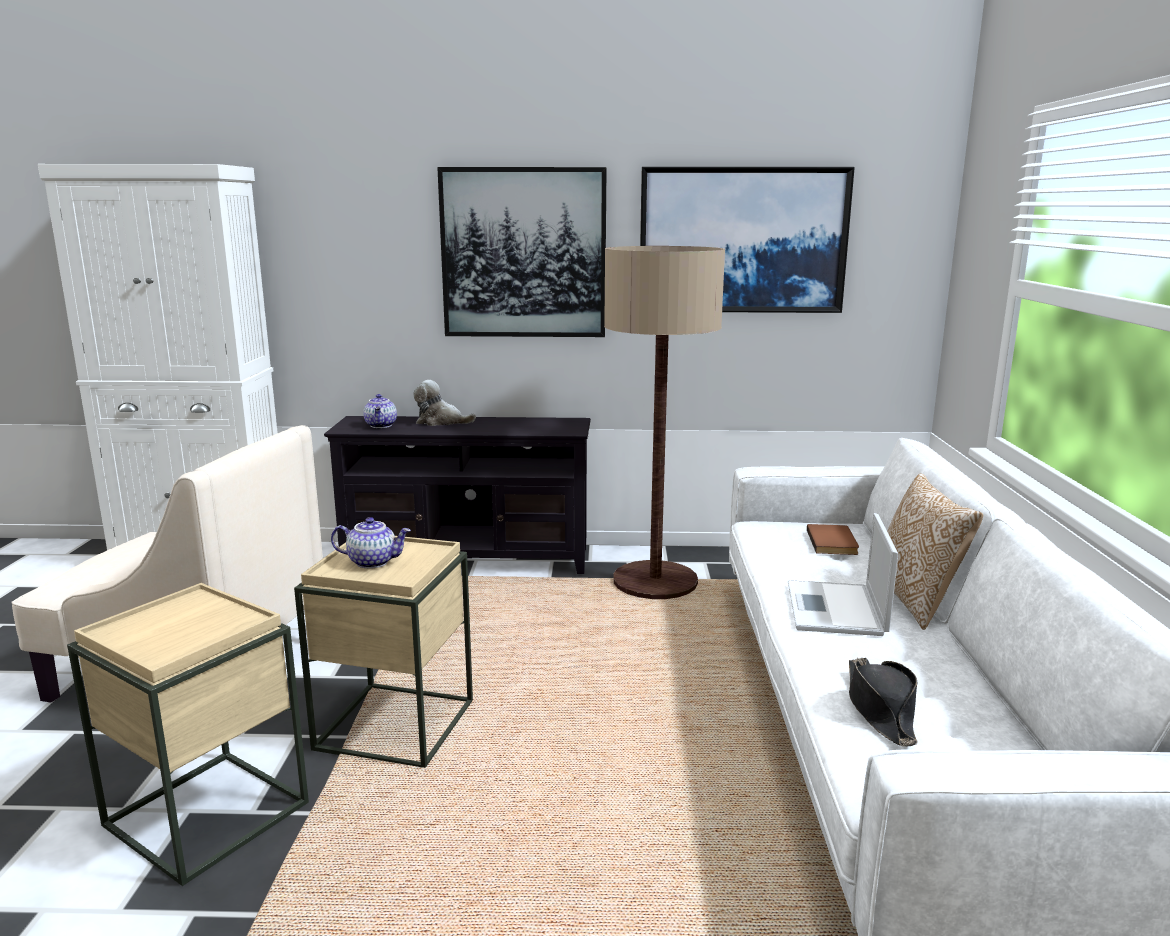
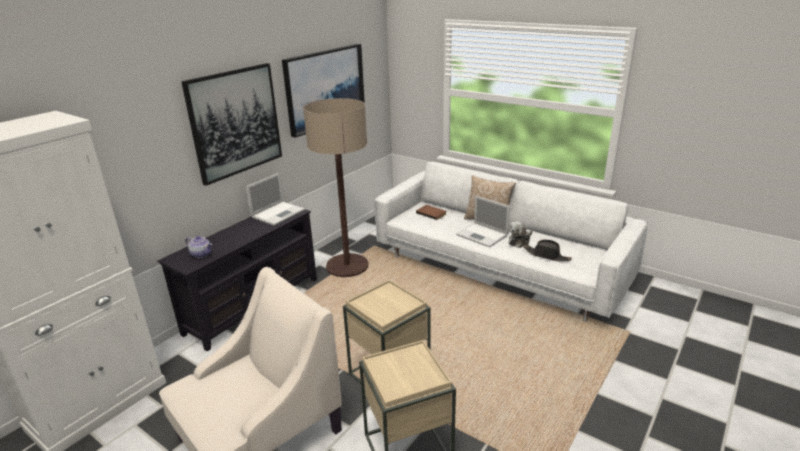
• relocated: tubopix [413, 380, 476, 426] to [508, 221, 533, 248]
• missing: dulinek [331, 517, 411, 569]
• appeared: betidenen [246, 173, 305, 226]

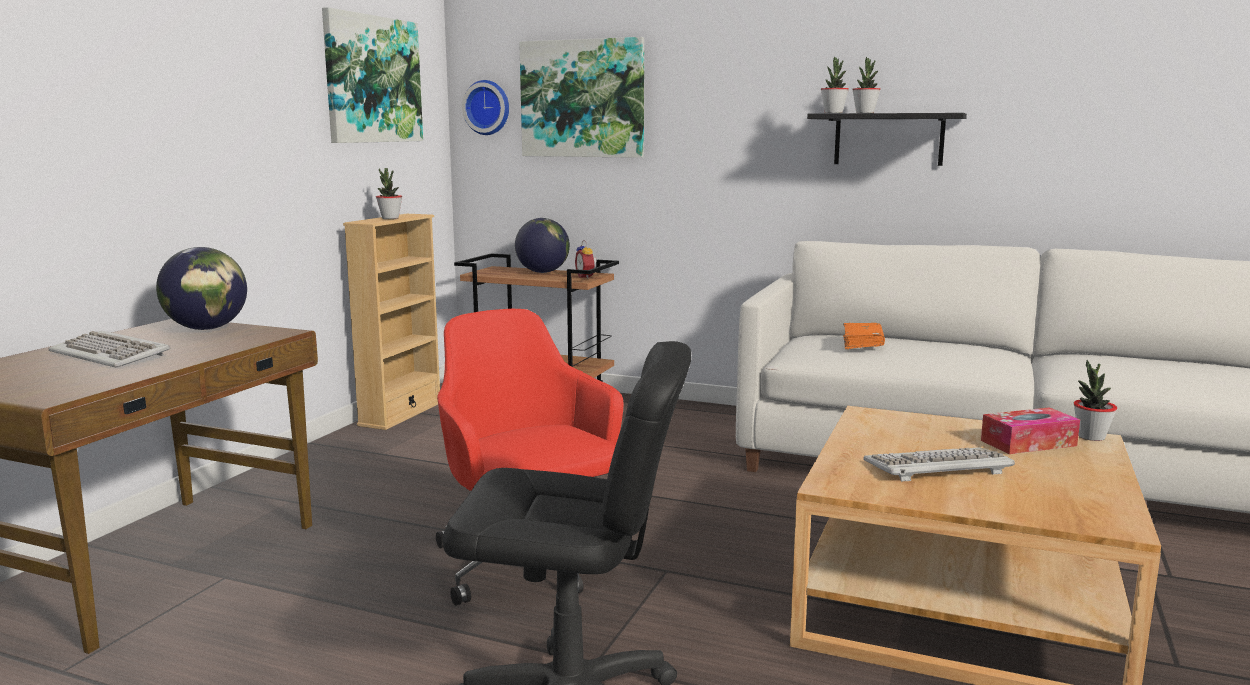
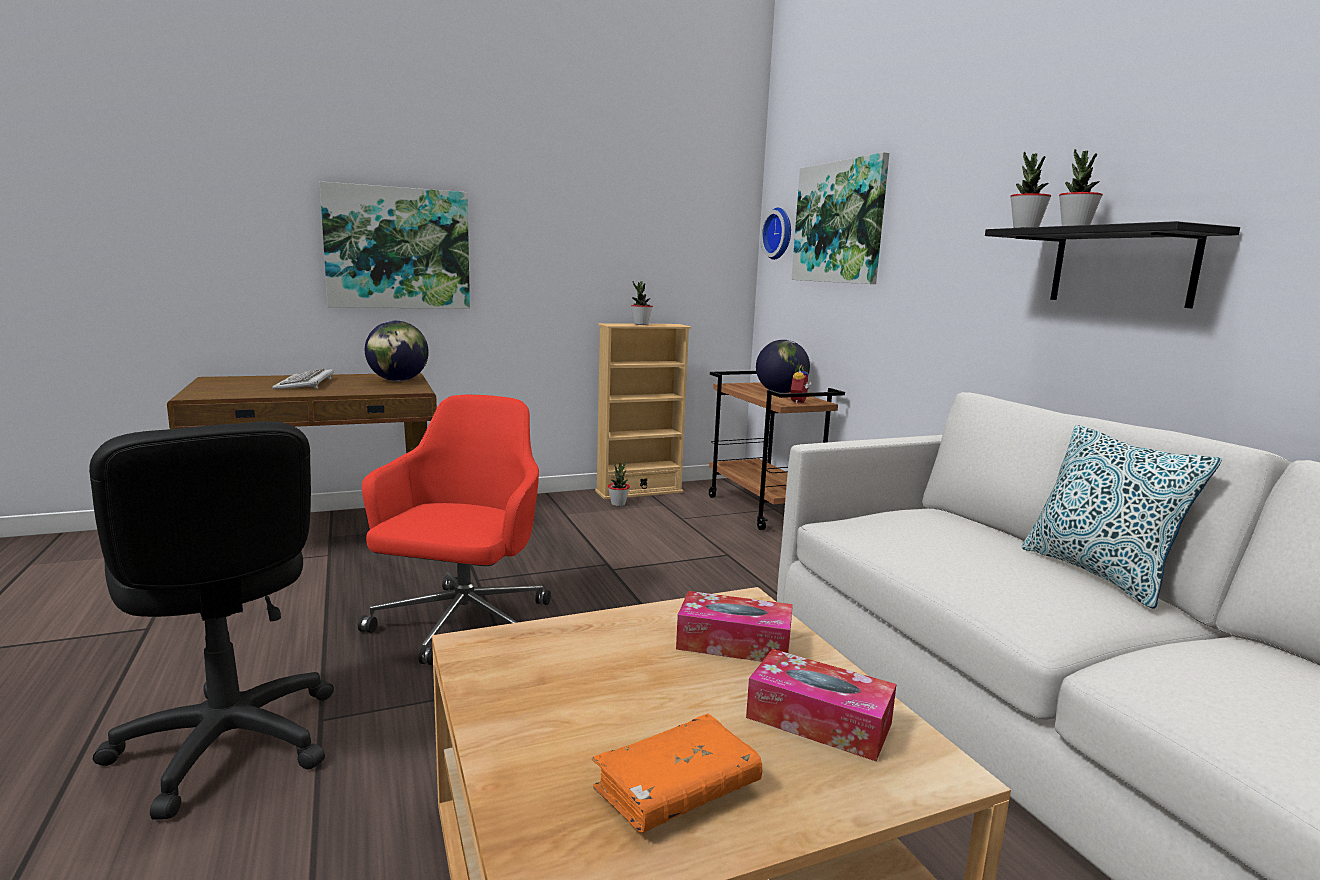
• relocated: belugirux [322, 7, 423, 143] to [320, 181, 470, 309]
• relocated: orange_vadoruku [843, 323, 885, 349] to [592, 713, 762, 833]
• relocated: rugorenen [1074, 360, 1117, 441] to [608, 461, 630, 506]
• missing: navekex [863, 447, 1015, 482]
• appeared: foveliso [1022, 425, 1222, 609]
• appeared: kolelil [676, 591, 793, 662]

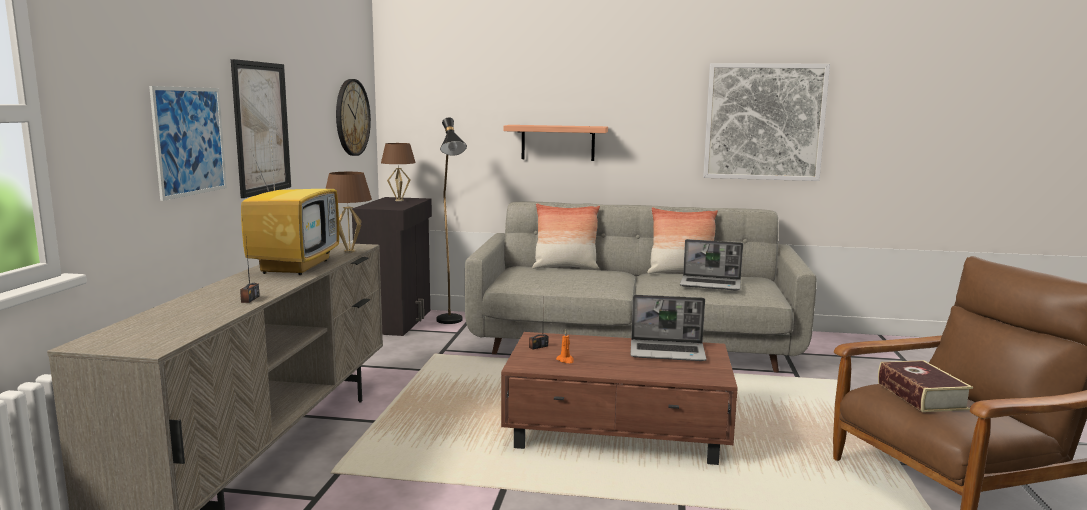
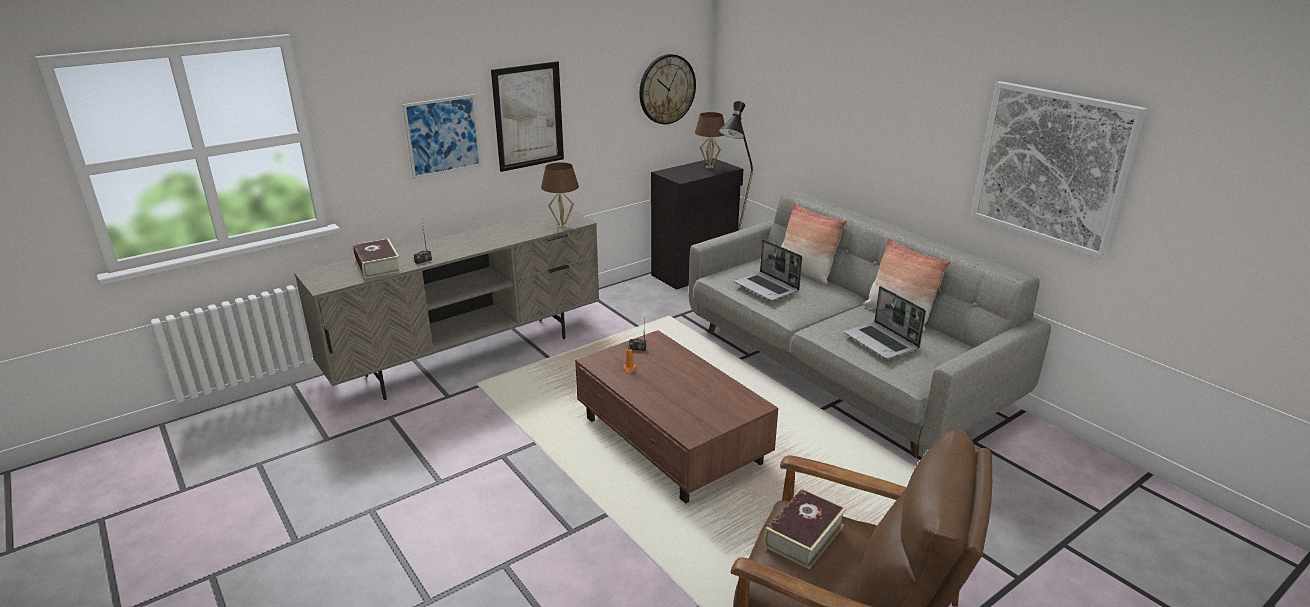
• missing: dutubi [503, 125, 608, 161]
• missing: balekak [241, 141, 339, 275]
• relocated: betidenen [630, 295, 707, 361] to [734, 239, 802, 301]
• appeared: vadoruku [353, 238, 402, 279]

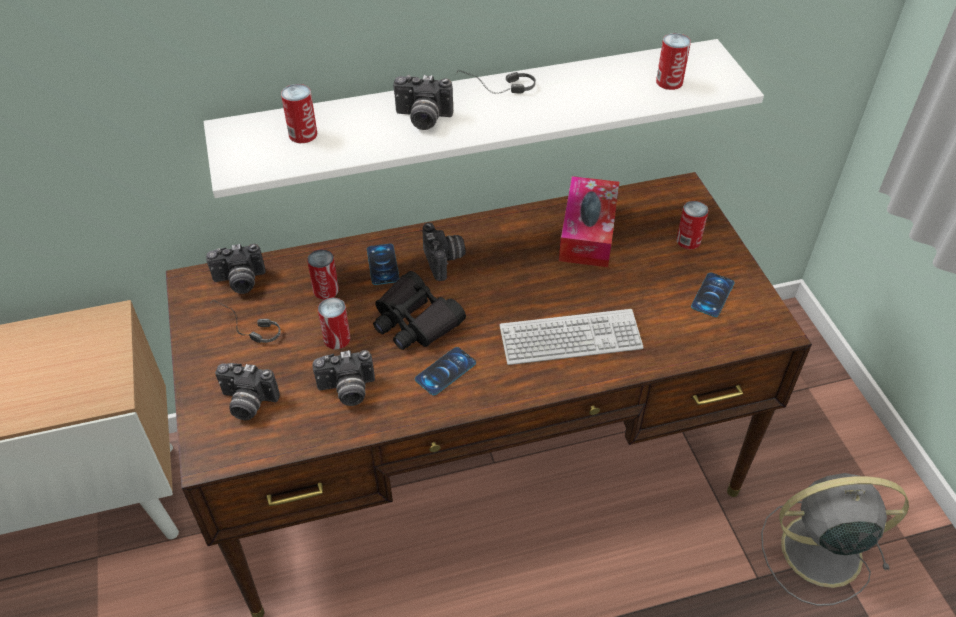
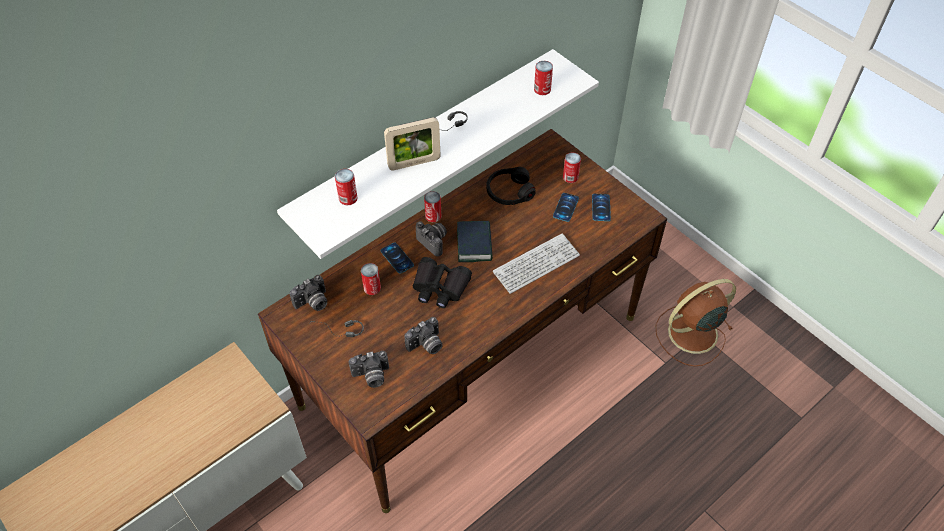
• exchanged: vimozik [393, 75, 453, 130] to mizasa [384, 117, 441, 170]
• exchanged: kolelil [559, 176, 619, 267] to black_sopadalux [486, 167, 536, 205]
• relocated: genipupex [318, 298, 350, 349] to [424, 191, 441, 222]
• relocated: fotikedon [415, 347, 476, 395] to [553, 193, 579, 222]
• colour: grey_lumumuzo [761, 473, 909, 606] to brown_lumumuzo [655, 279, 736, 366]
• appeared: vadoruku [457, 221, 493, 262]

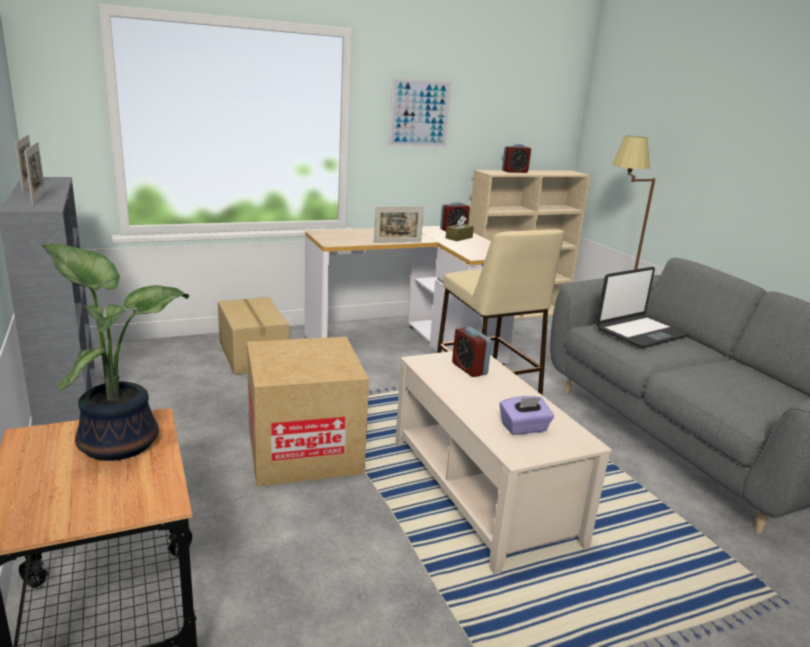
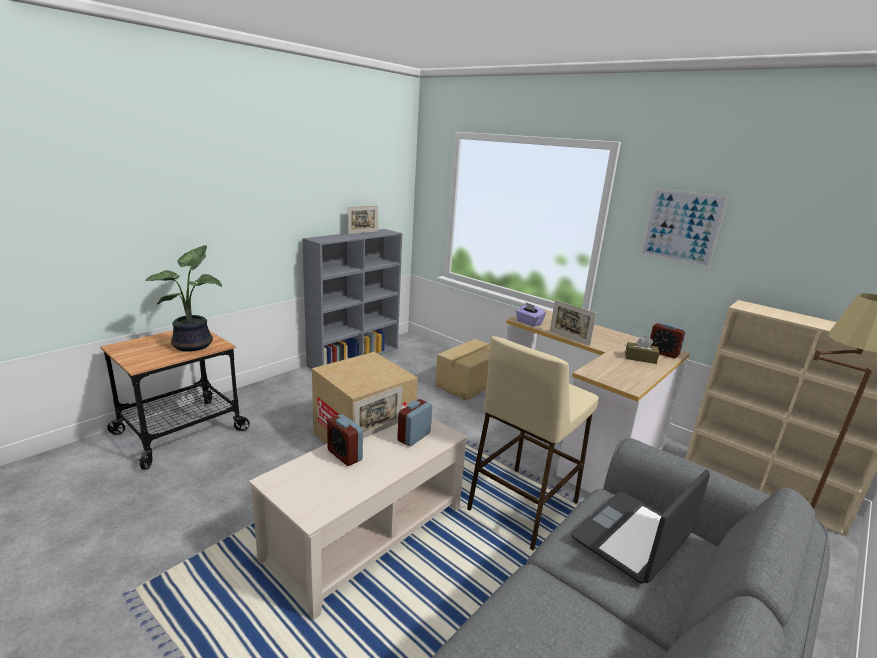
• relocated: mizasa [24, 142, 45, 205] to [353, 385, 403, 438]
• relocated: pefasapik [502, 144, 531, 173] to [327, 414, 363, 466]
• spun: betidenen [596, 267, 689, 348] = [571, 469, 710, 584] 105 degrees clockwise
• relocated: purple_kolelil [500, 396, 554, 435] to [516, 302, 546, 327]

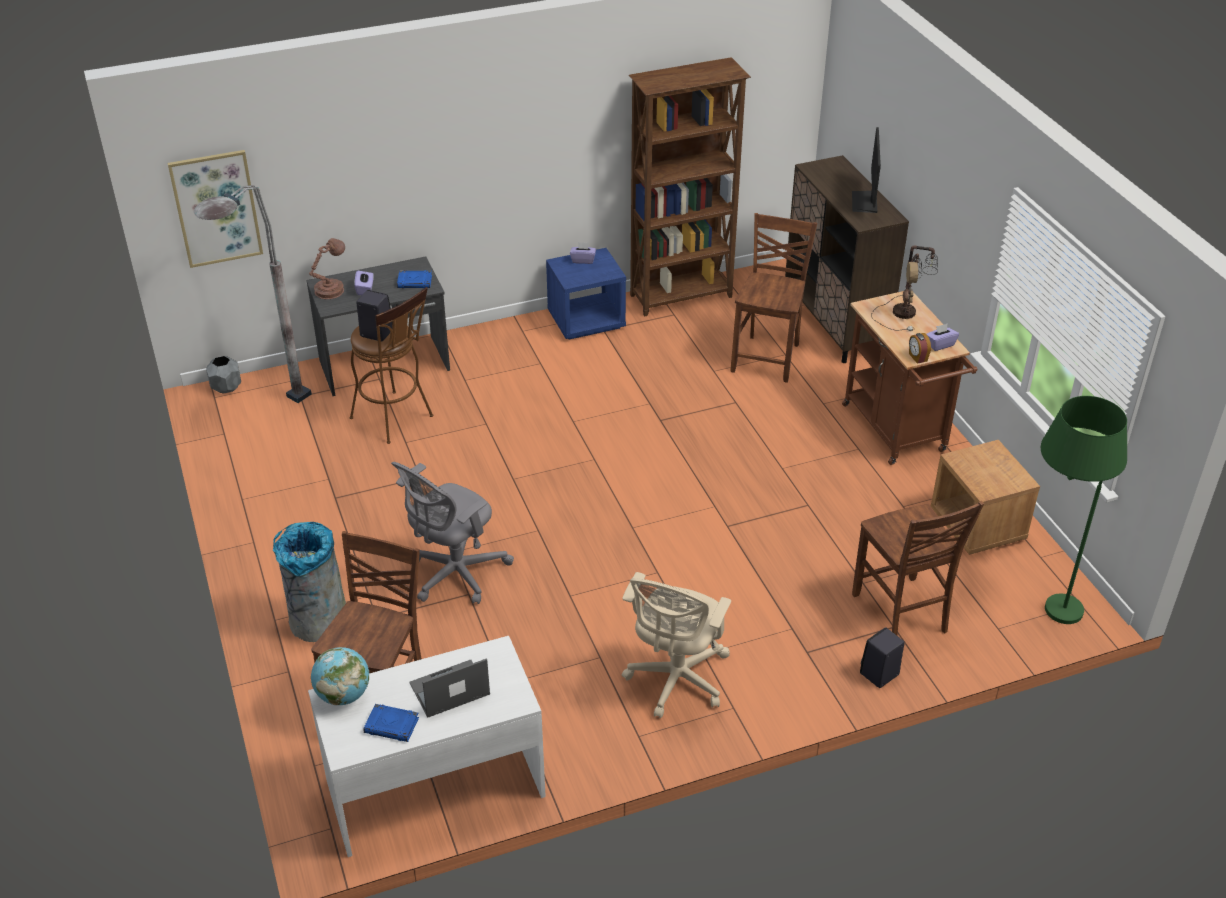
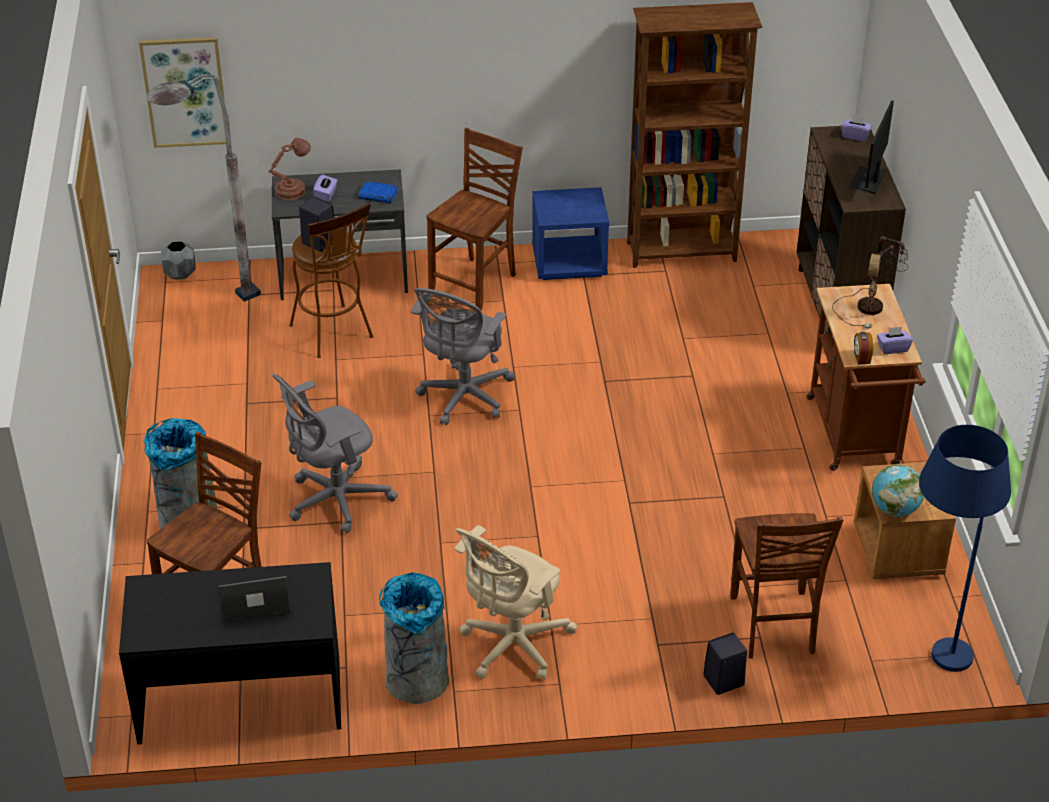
• relocated: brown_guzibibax [730, 213, 817, 383] to [426, 128, 523, 310]
• relocated: purple_kolelil [570, 242, 596, 264] to [841, 115, 872, 142]
• colour: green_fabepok [1041, 396, 1127, 624] to blue_fabepok [919, 425, 1011, 672]
• colour: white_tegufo [308, 636, 546, 857] to black_tegufo [119, 562, 341, 744]
• relocated: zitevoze [311, 647, 369, 705] to [872, 465, 924, 516]
• missing: blue_vadoruku [363, 704, 419, 742]
• appeared: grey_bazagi [411, 288, 515, 425]
• appeared: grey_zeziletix [379, 573, 449, 704]

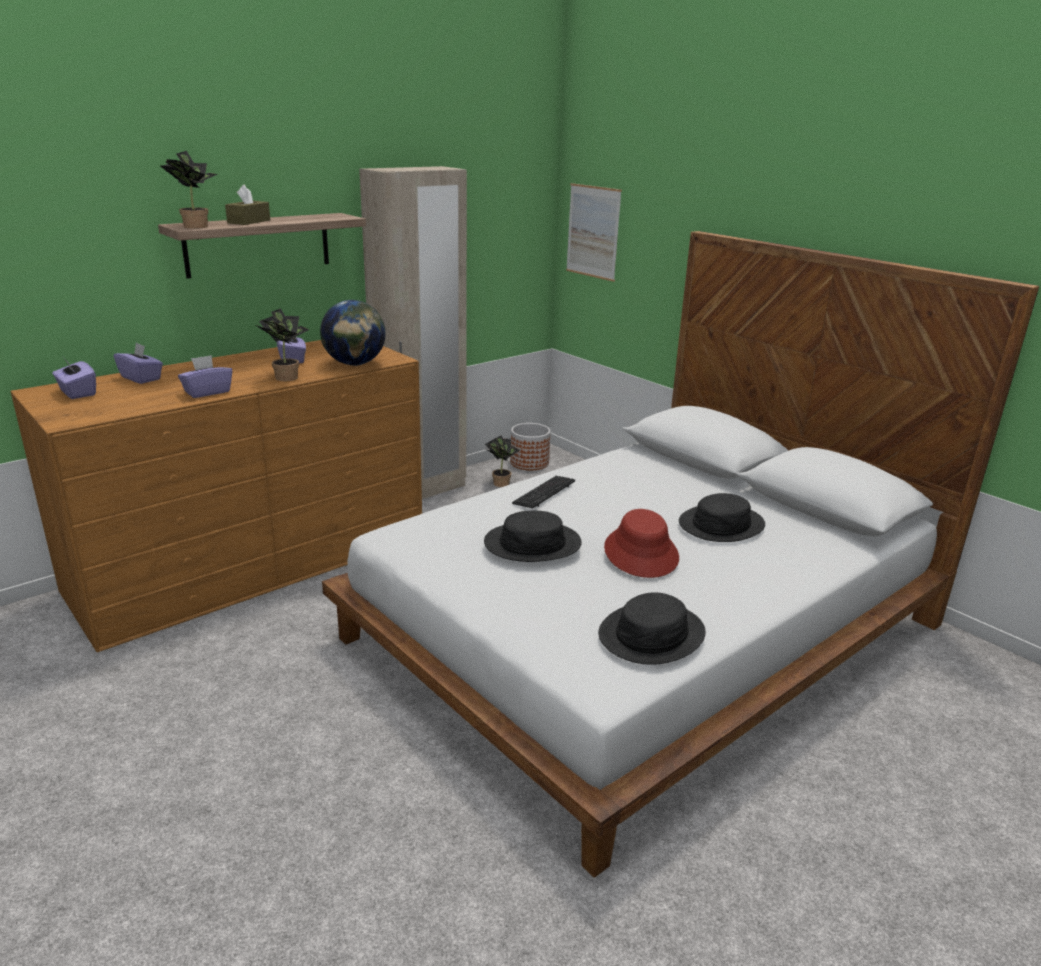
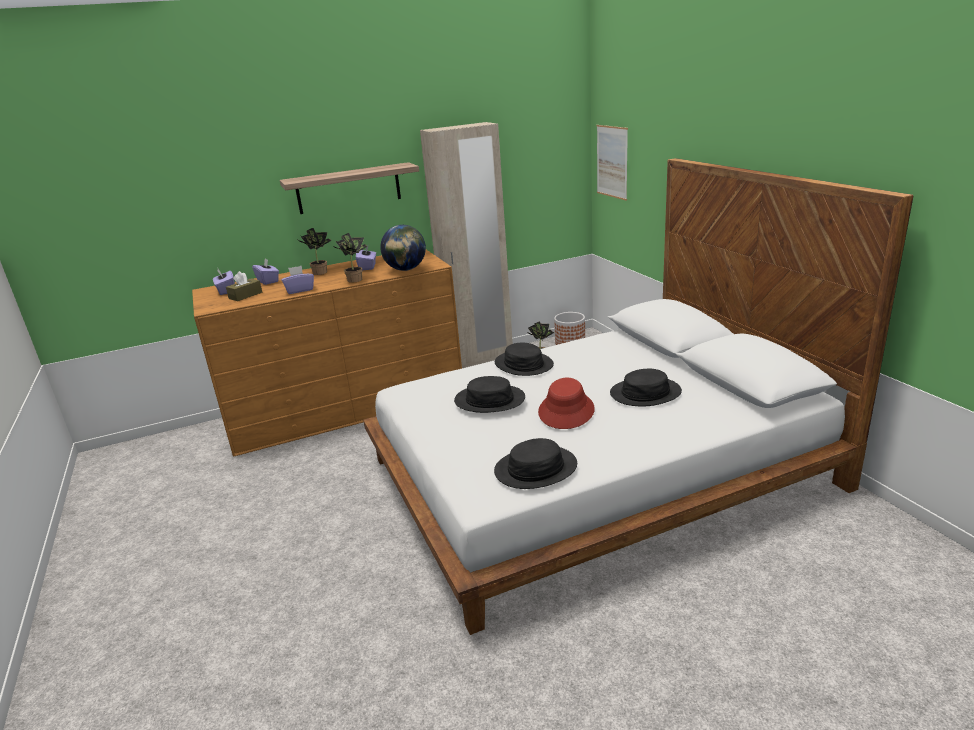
• relocated: rugorenen [159, 151, 218, 229] to [298, 228, 332, 275]
• relocated: brown_kolelil [225, 185, 270, 225] to [226, 271, 262, 301]
• exchanged: navekex [512, 476, 575, 508] to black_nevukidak [495, 342, 554, 376]

